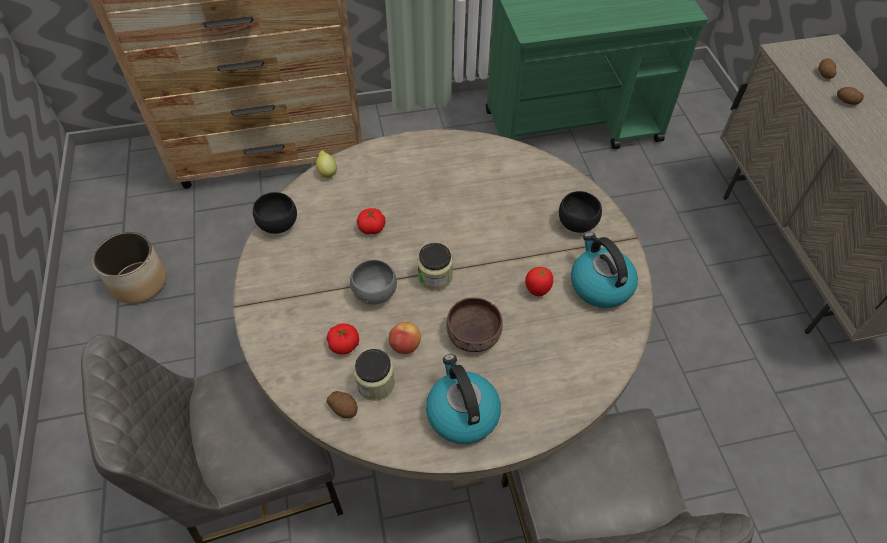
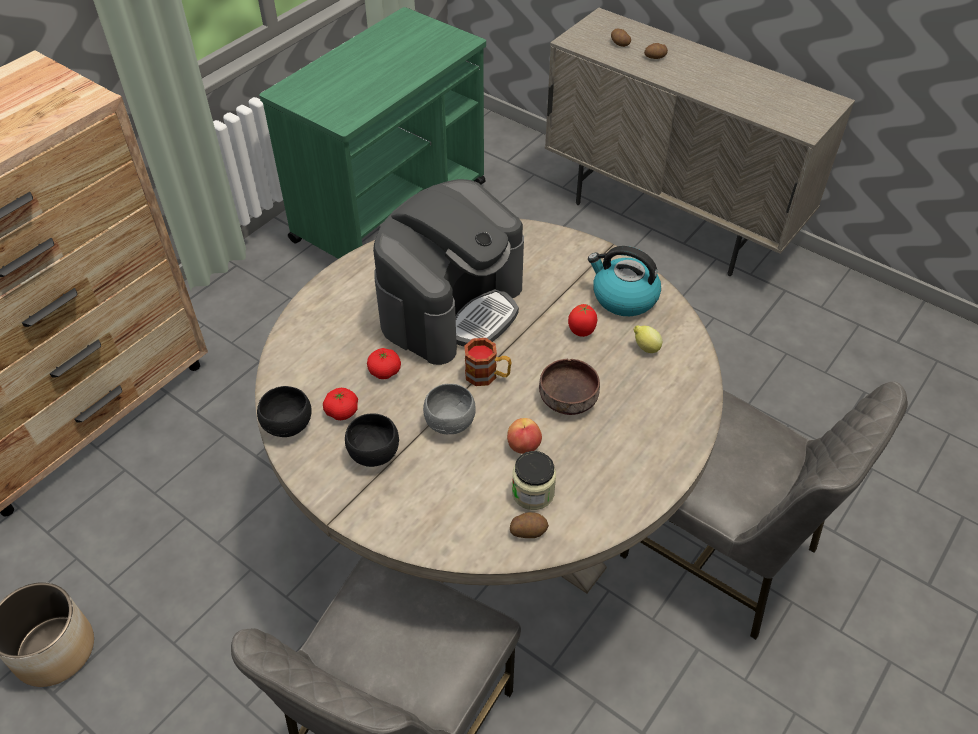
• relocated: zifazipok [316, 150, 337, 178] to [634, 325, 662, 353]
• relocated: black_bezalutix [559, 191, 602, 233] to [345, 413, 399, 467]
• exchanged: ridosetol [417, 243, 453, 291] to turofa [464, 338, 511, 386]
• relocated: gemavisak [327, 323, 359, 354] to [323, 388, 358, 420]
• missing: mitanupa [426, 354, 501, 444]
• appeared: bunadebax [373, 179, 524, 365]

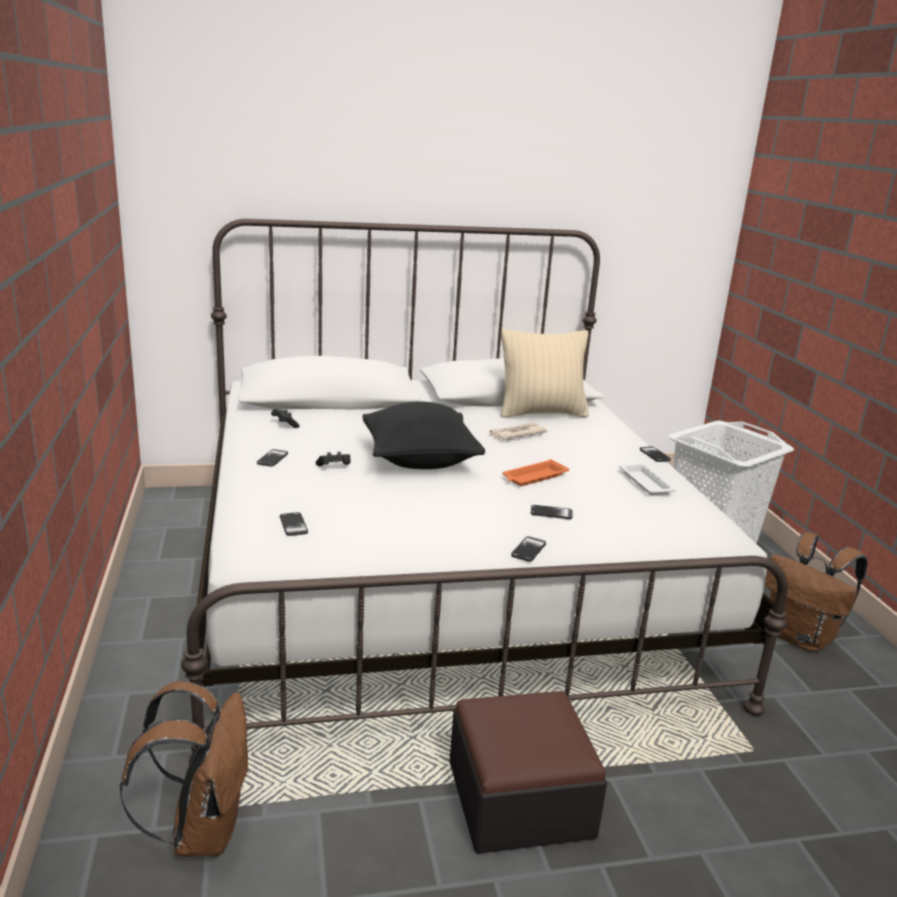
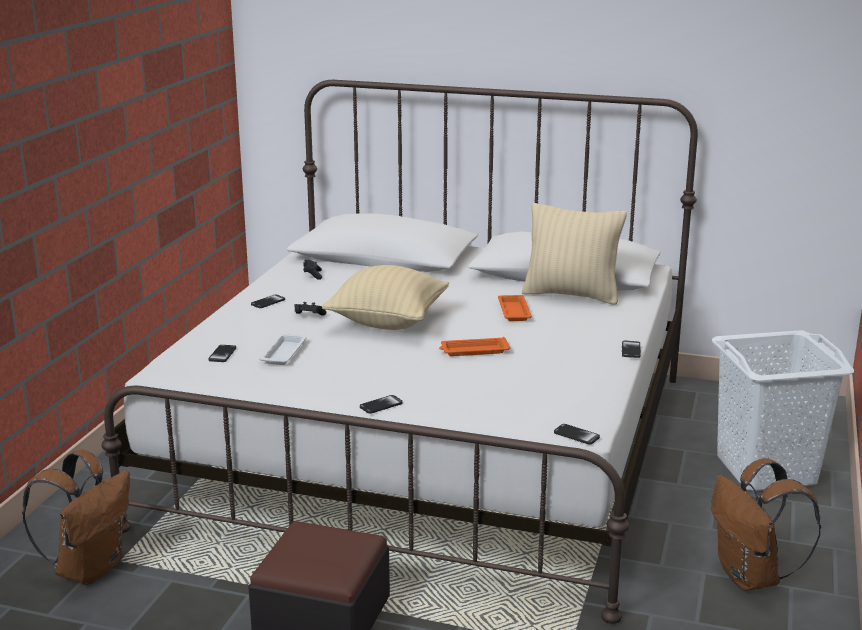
• colour: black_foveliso [362, 402, 485, 469] to beige_foveliso [322, 265, 449, 330]
• exchanged: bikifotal [489, 423, 547, 440] to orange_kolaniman [498, 295, 532, 321]
• relocated: white_kolaniman [619, 464, 676, 495] to [259, 334, 307, 365]
• relocated: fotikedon [531, 505, 573, 519] to [554, 424, 600, 445]

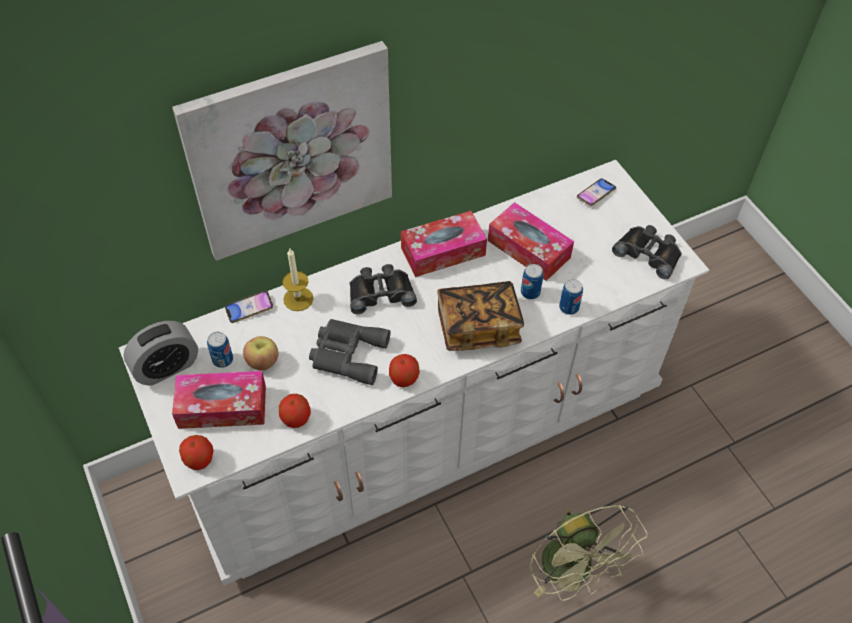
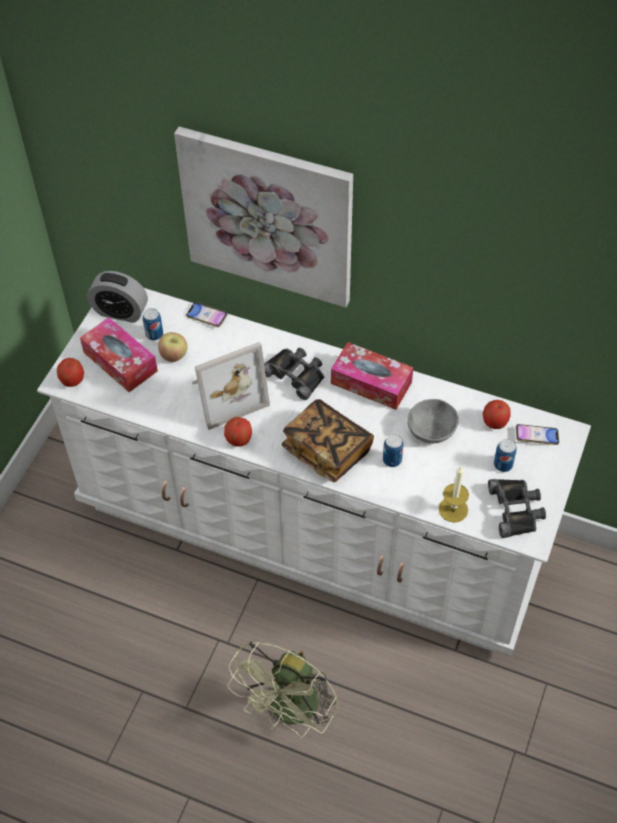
• exchanged: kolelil [488, 202, 574, 281] to grey_bezalutix [407, 399, 459, 444]
• relocated: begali [282, 249, 313, 311] to [439, 467, 469, 523]
• relocated: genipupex [559, 279, 583, 315] to [494, 439, 517, 472]
• exchanged: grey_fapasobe [309, 319, 391, 385] to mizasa [192, 342, 270, 430]
• relocated: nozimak [279, 394, 311, 428] to [482, 400, 511, 429]

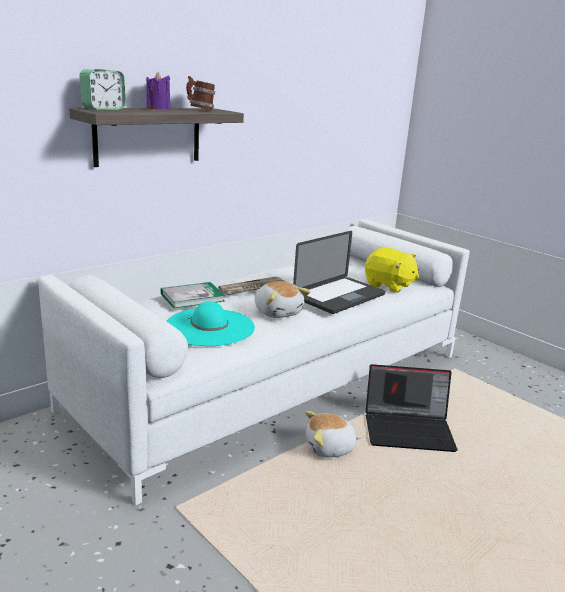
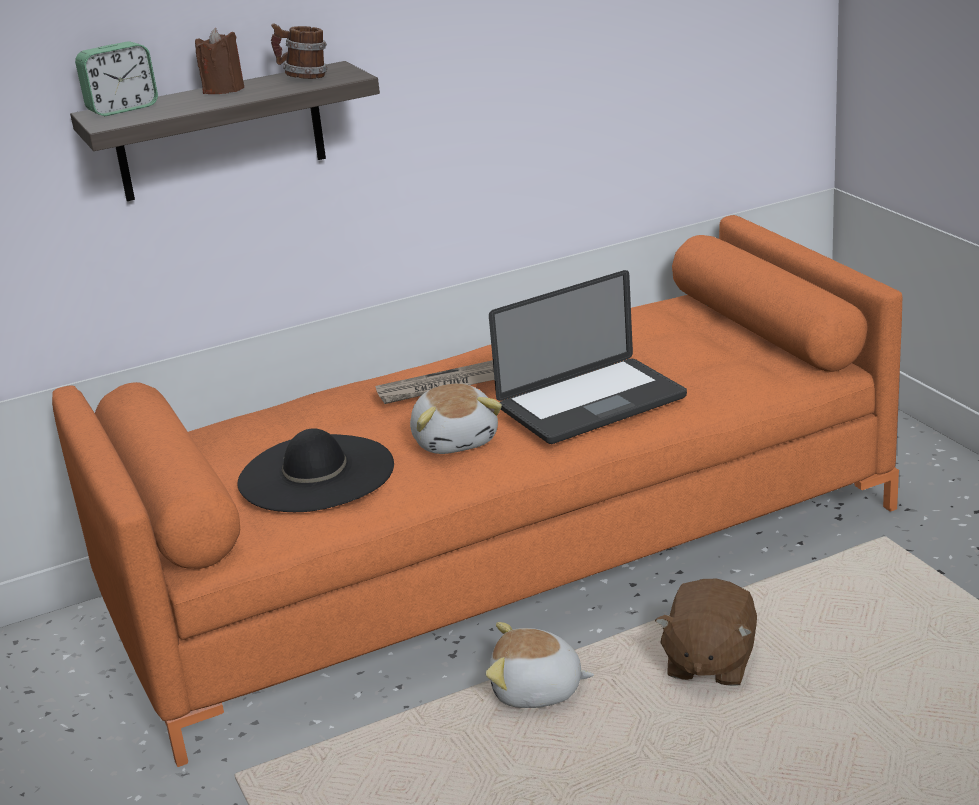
• colour: purple_begali [146, 72, 170, 110] to brown_begali [195, 28, 244, 94]
• colour: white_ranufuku [39, 219, 470, 505] to orange_ranufuku [52, 215, 902, 767]
• missing: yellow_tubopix [365, 247, 419, 293]
• missing: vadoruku [161, 282, 225, 309]
• colour: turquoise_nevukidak [167, 301, 255, 346] to black_nevukidak [237, 429, 394, 512]
• exchanged: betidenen [365, 364, 457, 452] to brown_tubopix [655, 579, 757, 686]

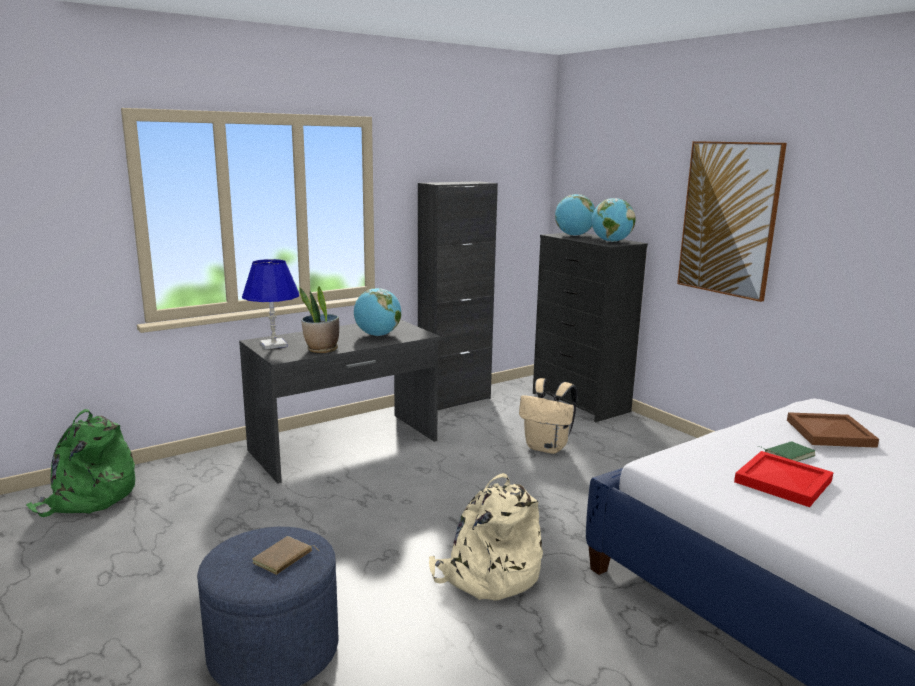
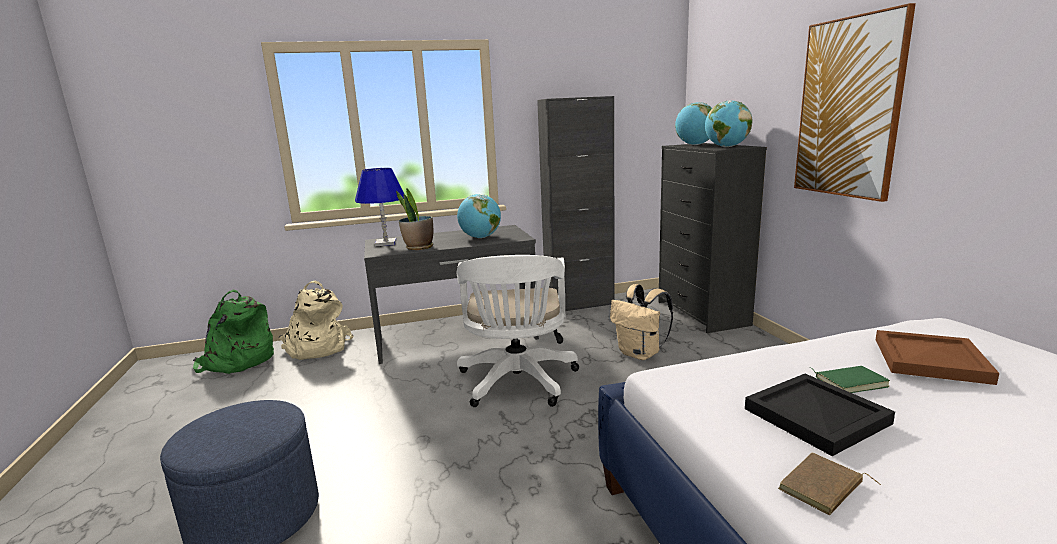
• colour: red_kolaniman [734, 451, 834, 507] to black_kolaniman [745, 374, 895, 456]
• relocated: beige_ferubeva [429, 473, 543, 600] to [279, 281, 353, 360]
• relocated: brown_vadoruku [253, 536, 319, 575] to [778, 452, 881, 516]
• appeared: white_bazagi [456, 255, 579, 407]

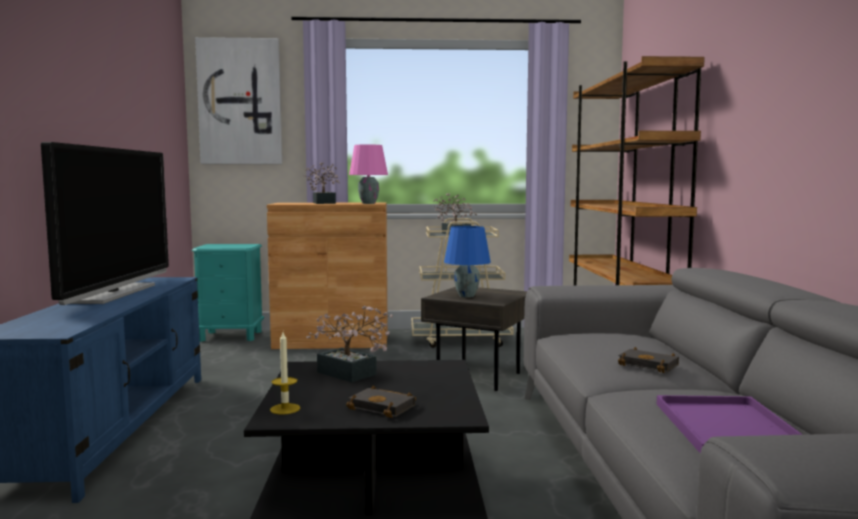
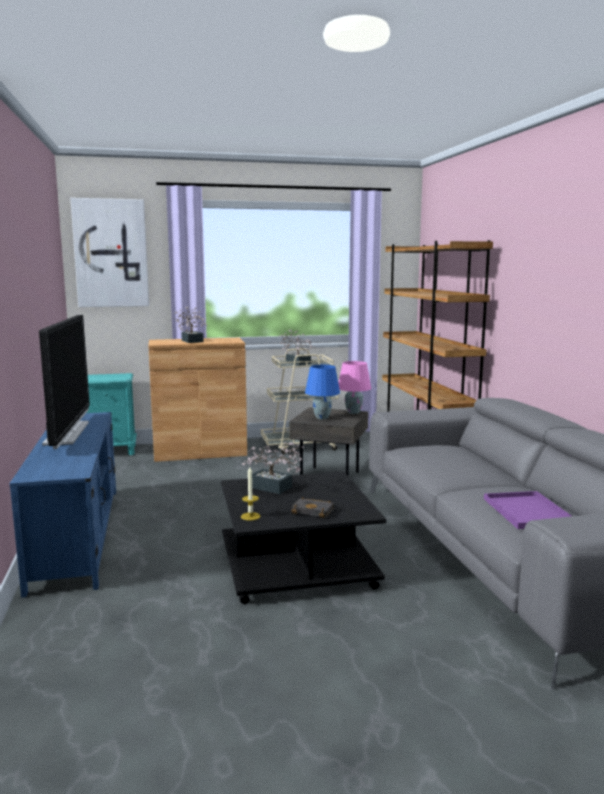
• relocated: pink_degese [349, 144, 388, 204] to [338, 361, 371, 414]
• missing: black_vadoruku [618, 347, 679, 373]

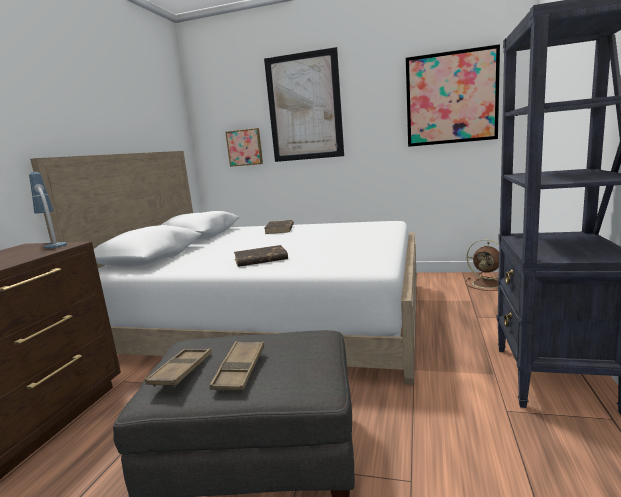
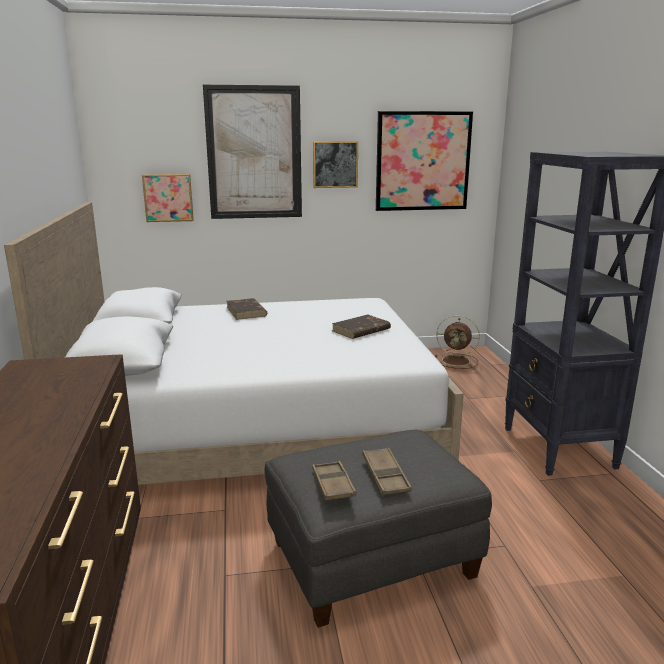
• missing: degese [29, 172, 67, 249]
• relocated: brown_vadoruku [234, 245, 288, 267] to [332, 315, 391, 339]
• appeared: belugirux [313, 141, 358, 188]

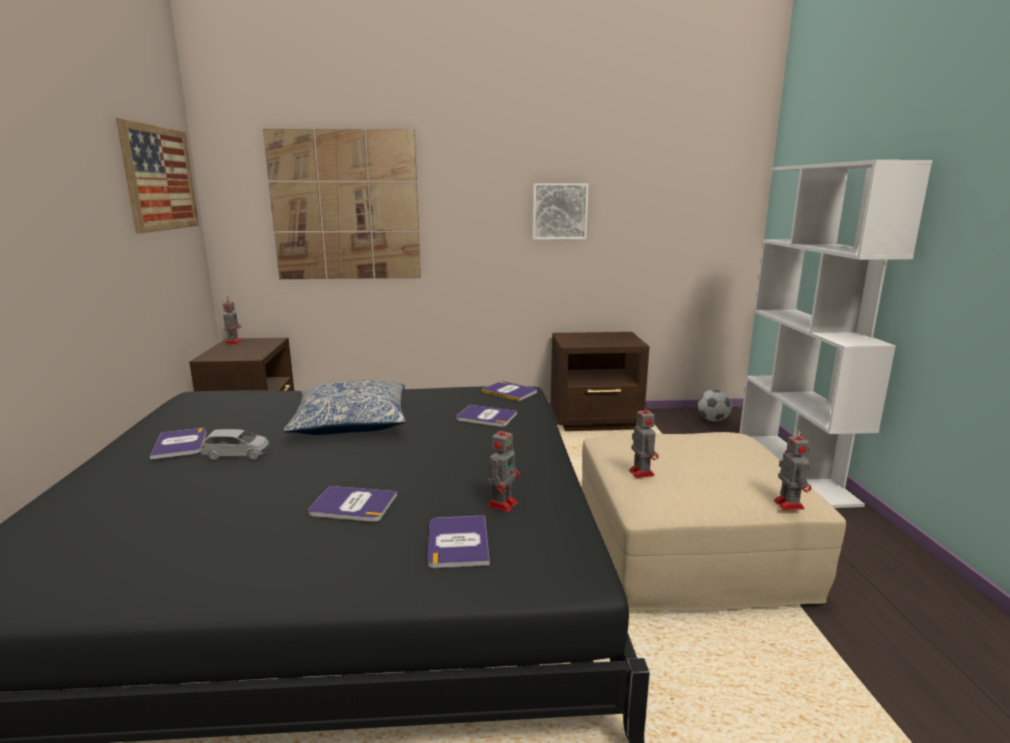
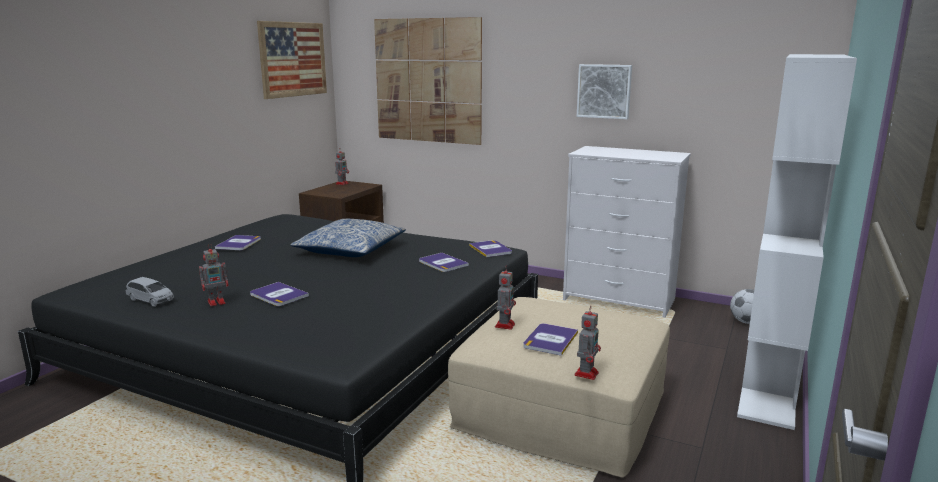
• exchanged: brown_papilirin [551, 332, 649, 431] to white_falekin [563, 146, 691, 318]
• relocated: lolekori [488, 424, 520, 512] to [199, 244, 229, 306]
• relocated: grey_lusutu [201, 429, 270, 460] to [126, 277, 174, 307]
• relocated: vadoruku [427, 515, 490, 568] to [523, 323, 578, 356]

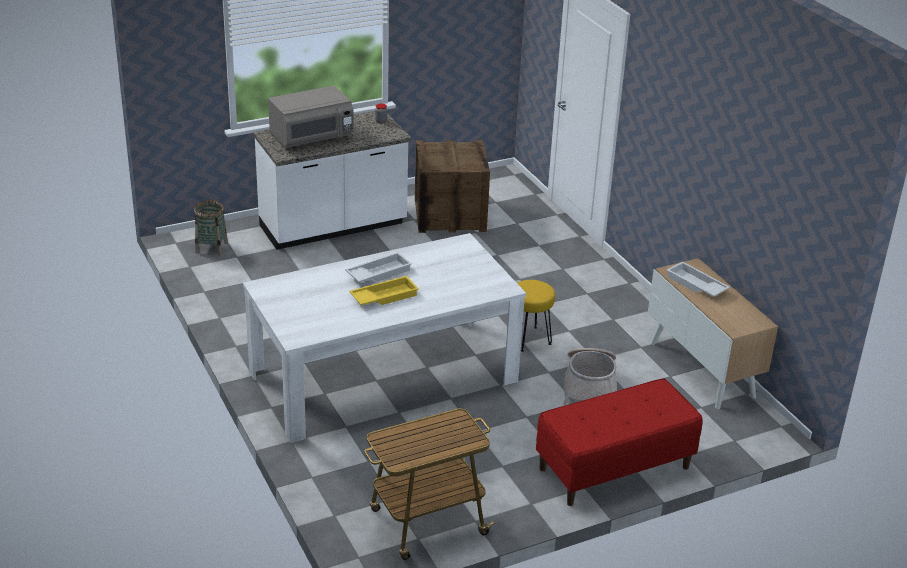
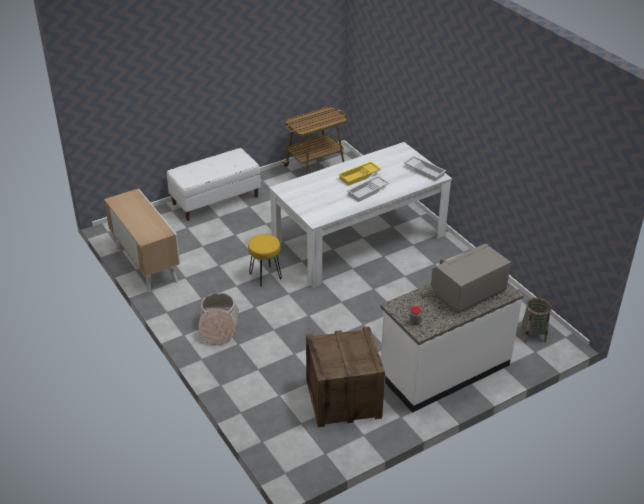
• relocated: white_kolaniman [667, 261, 730, 297] to [403, 156, 446, 181]
• relocated: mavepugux [563, 348, 617, 405] to [199, 293, 239, 345]
• colour: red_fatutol [536, 379, 703, 506] to white_fatutol [167, 148, 261, 221]

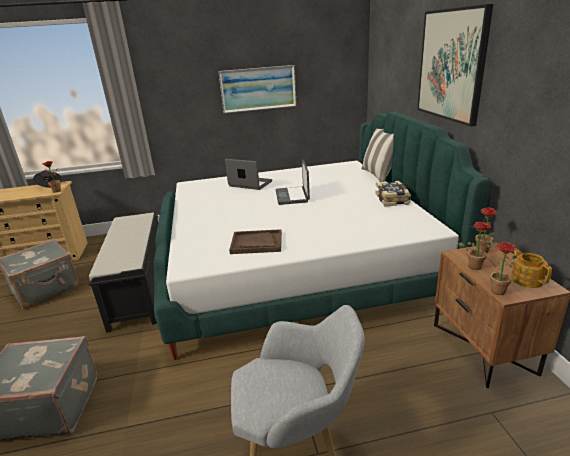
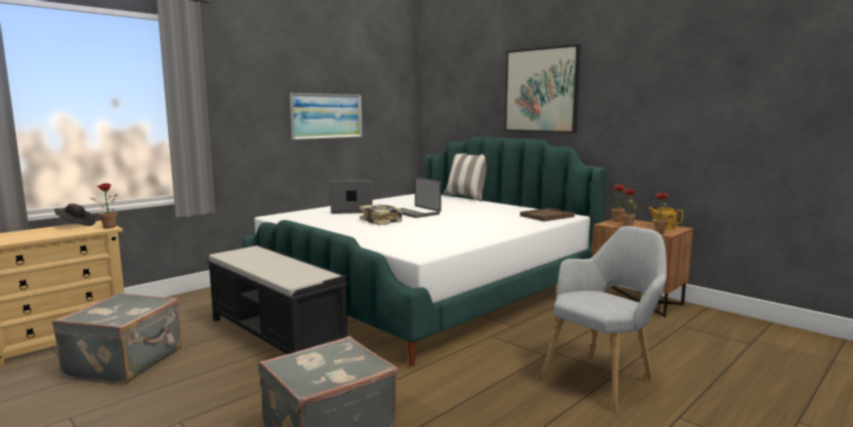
• relocated: vadoruku [375, 181, 411, 207] to [360, 204, 403, 225]
• relocated: brown_kolaniman [229, 229, 282, 254] to [520, 208, 575, 222]

